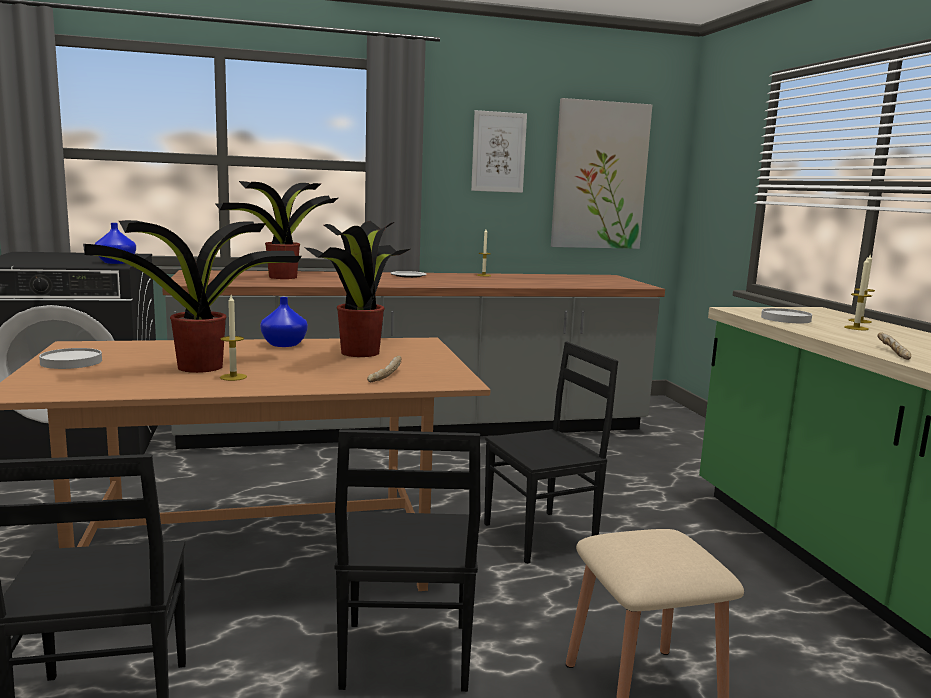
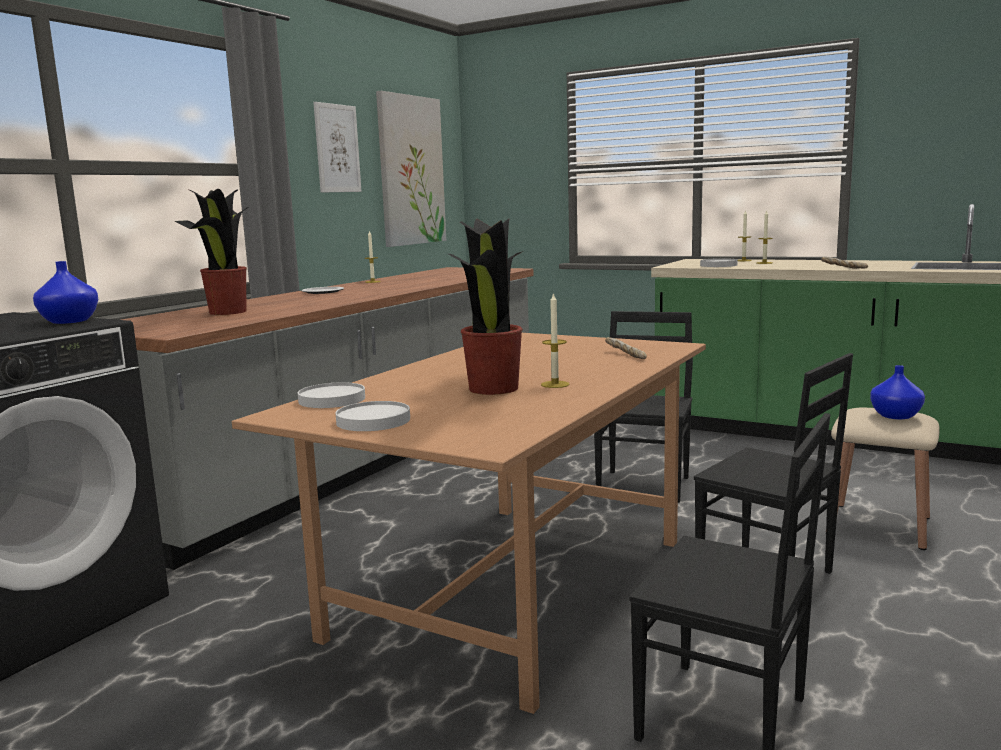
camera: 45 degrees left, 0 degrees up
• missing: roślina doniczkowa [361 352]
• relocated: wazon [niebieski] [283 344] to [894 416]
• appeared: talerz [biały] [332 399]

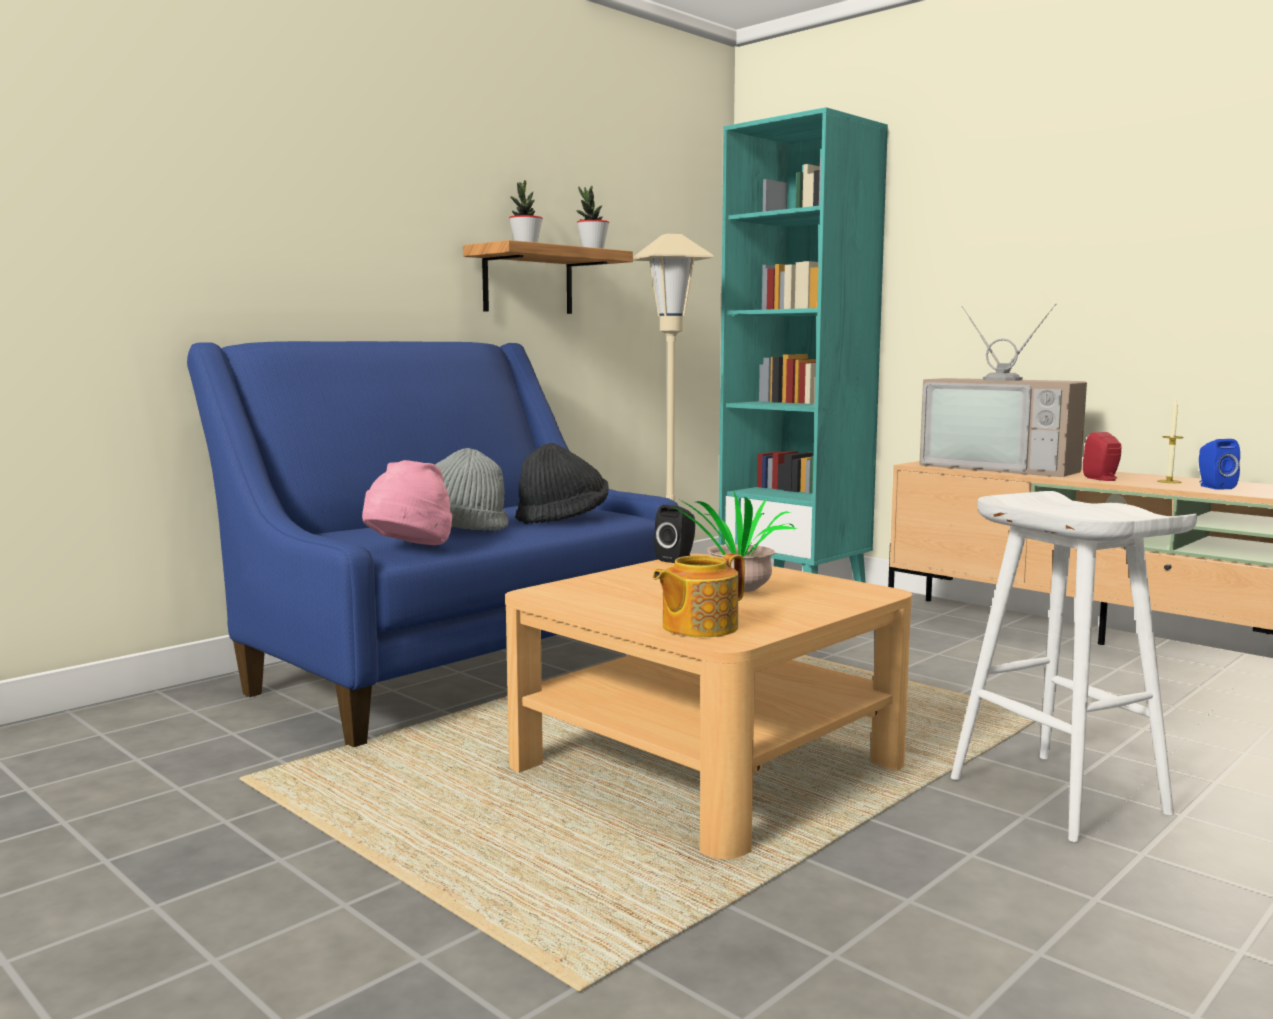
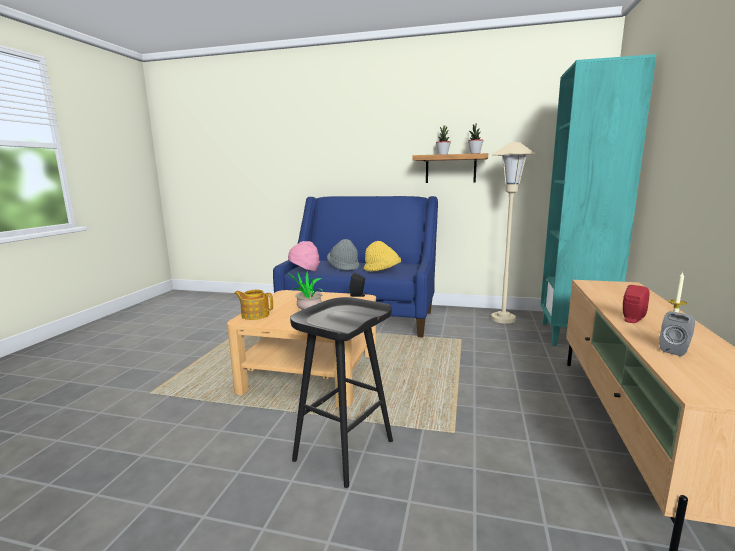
camera: 60 degrees right, 5 degrees up
• missing: telewizor [1003 468]
• colour: głośnik [niebieski] [1214 487] to głośnik [szary] [675 350]
• colour: kapelusz [czarny] [562 519] to kapelusz [żółty] [382 271]
• colour: stołek [biały] [1054 794] to stołek [czarny] [344 449]

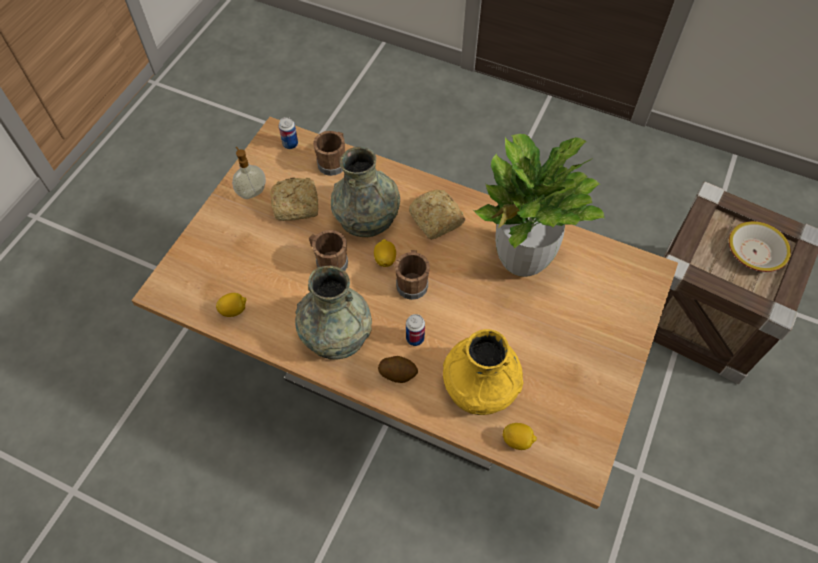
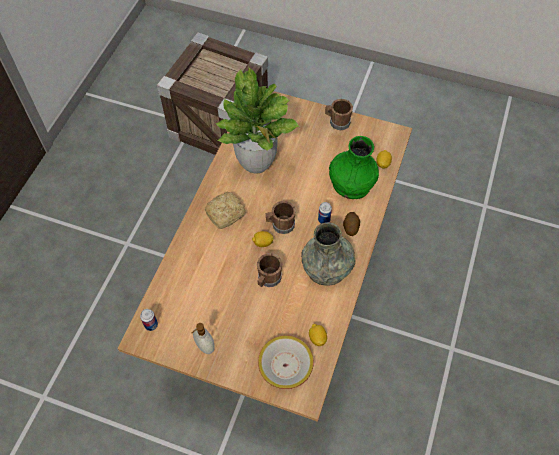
camera: 95 degrees left, 0 degrees up
• relocated: kubek [brązowy] [333 162] to [337 122]
• missing: wazon [szary] [367 216]
• missing: chleb [297 205]
• relocated: miska [754 252] to [285 365]
• colour: wazon [żółty] [479 385] to wazon [zielony] [351 183]

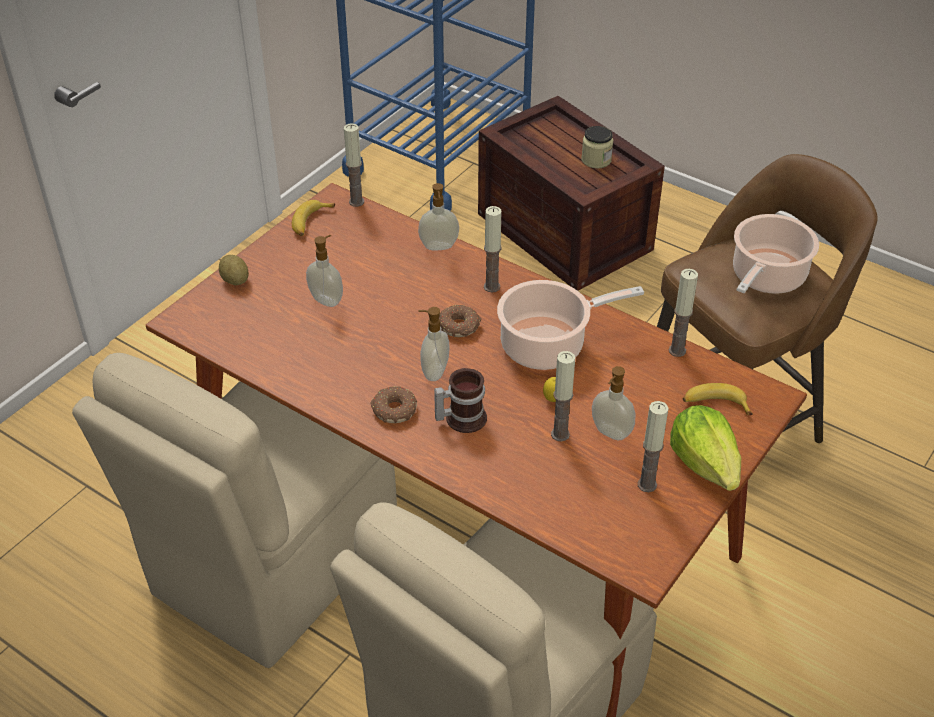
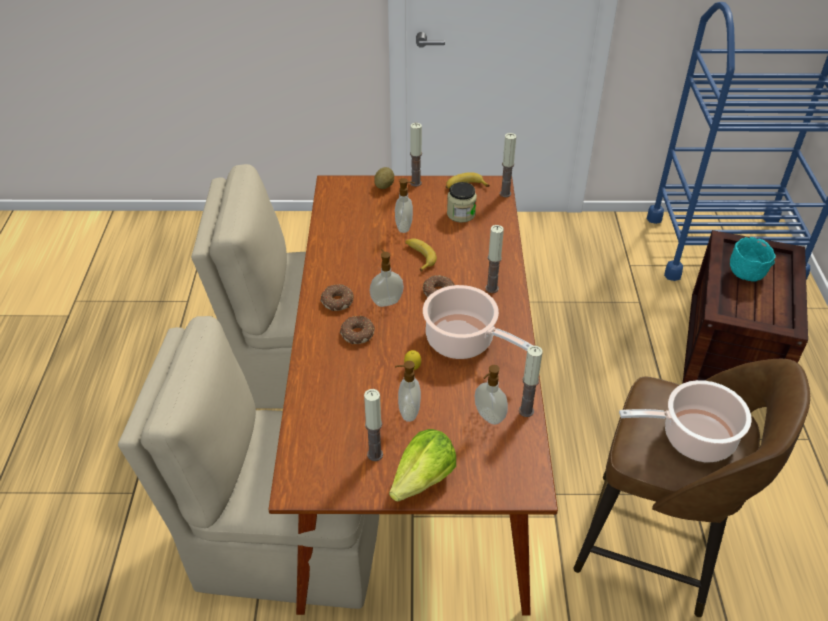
camera: 55 degrees right, 0 degrees up
• relocated: słoik [596 160] to [461 214]
• relocated: dozownik mydła [439 247] to [488 417]
• relocated: świeca [560 434] to [415 183]
• exchanged: kubek [461 417] to donut [357 333]
• relocated: banan [715 404] to [419 257]
• appeared: miska [turkusowy] [745 275]

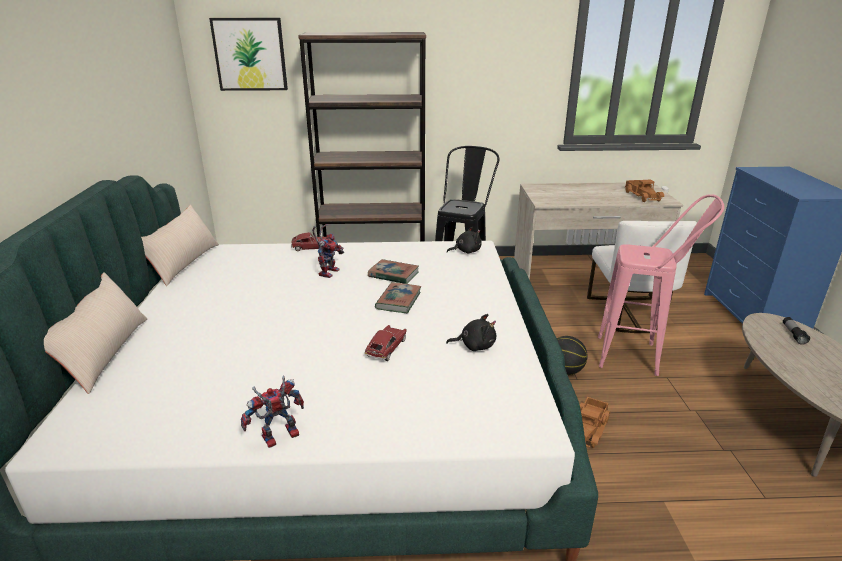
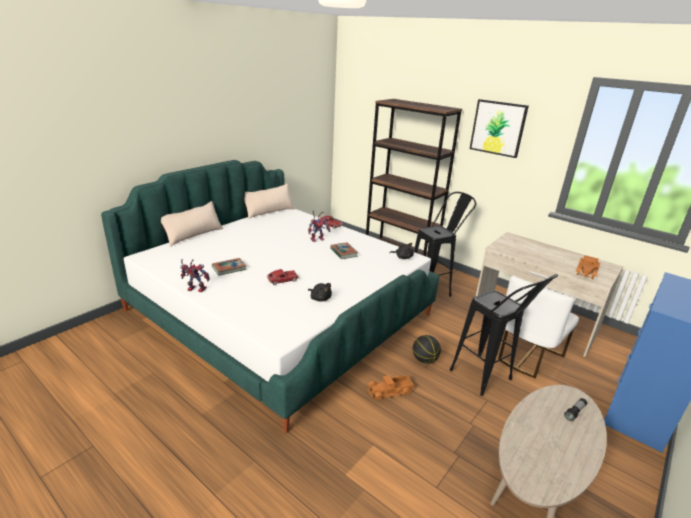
camera: 40 degrees right, 0 degrees up
• relocated: obraz [250 54] to [498 128]
• colour: stołek [różowy] [639 357] to stołek [czarny] [487 380]
• relocated: książka [398 301] to [229 268]

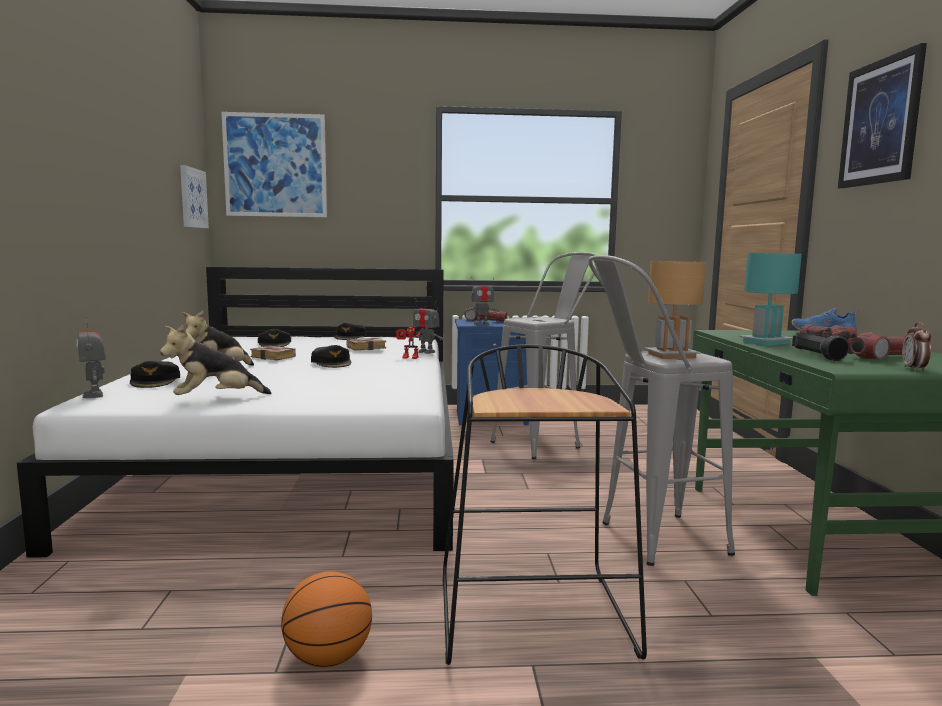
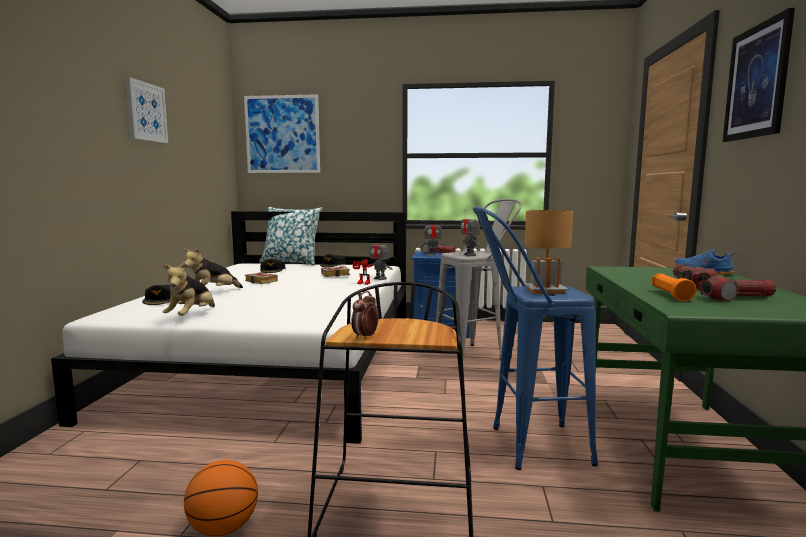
camera: 10 degrees right, 0 degrees up
• relocated: obraz [192 198] to [146 112]
• missing: lampa stołowa [turkusowy] [766 342]
• colour: stołek [szary] [647 541] to stołek [niebieski] [524 446]
• relocated: robot zabawkowy [94 395] to [469 255]
• relocated: budzik [914 369] to [365 337]
• spun: pluszak [216 399] = [192 316] 60 degrees counterclockwise
• colour: latarka [czarny] [817 356] to latarka [pomarańczowy] [670 295]
• missing: czapka z daszkiem [czarny] [332 363]
• appeared: poduszka [291 262]

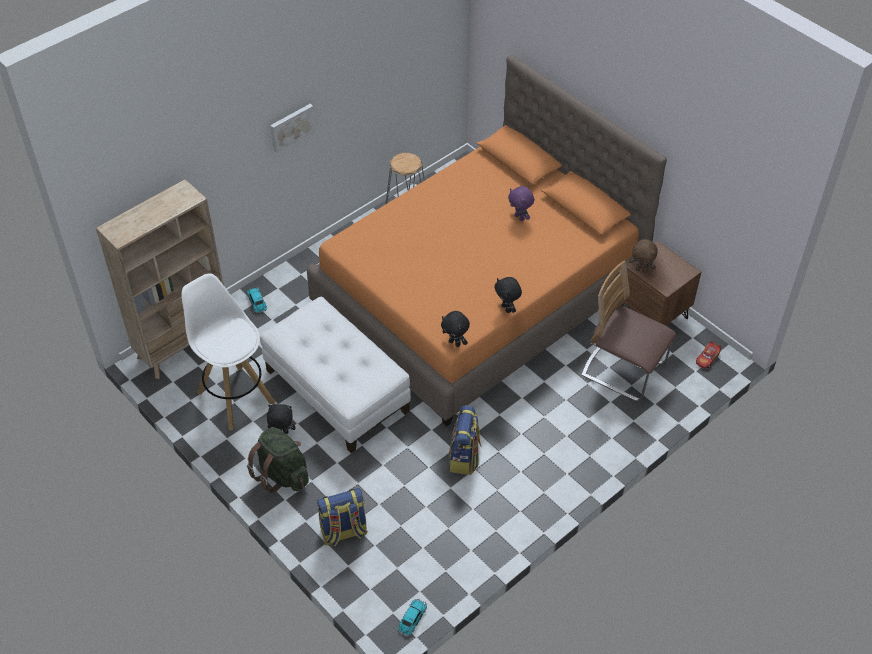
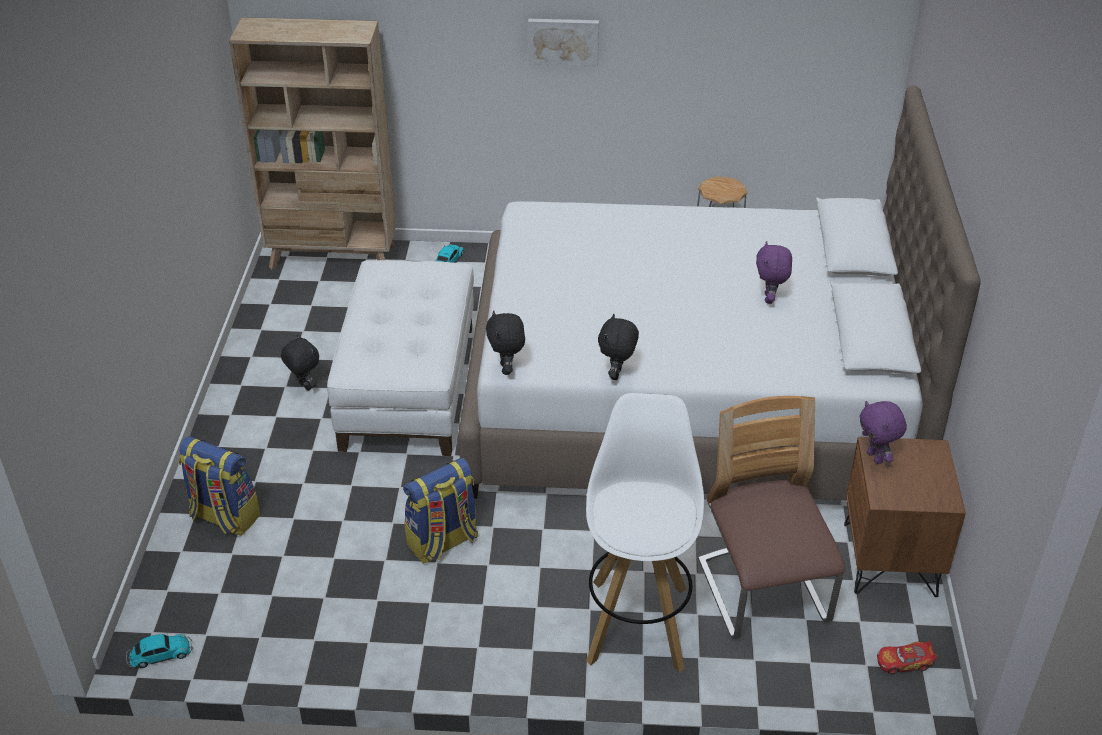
camera: 45 degrees right, 10 degrees down
• colour: łóżko [pomarańczowy] [479 295] to łóżko [biały] [689 397]
• colour: pluszak [brązowy] [641 270] to pluszak [fioletowy] [875 457]
• relocated: stołek [biały] [235 396] to [637 622]
• missing: plecak [zielony] [282 474]

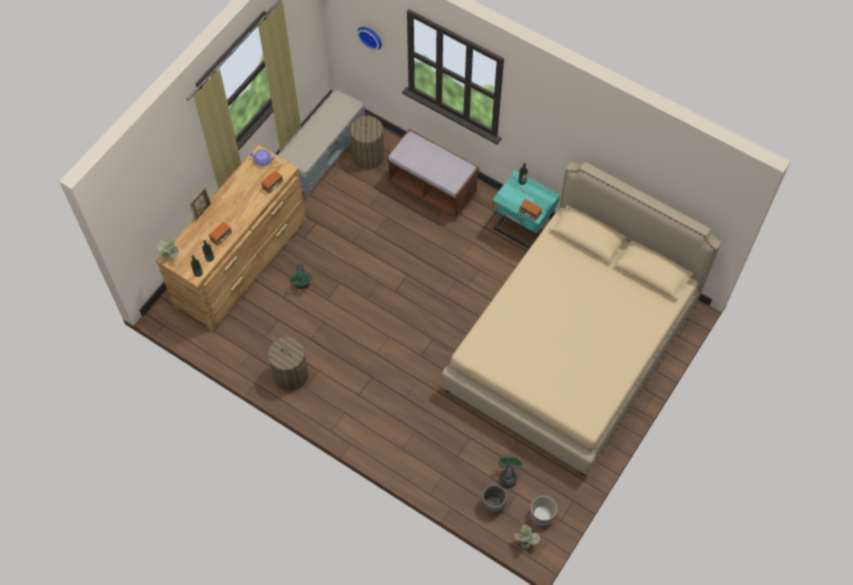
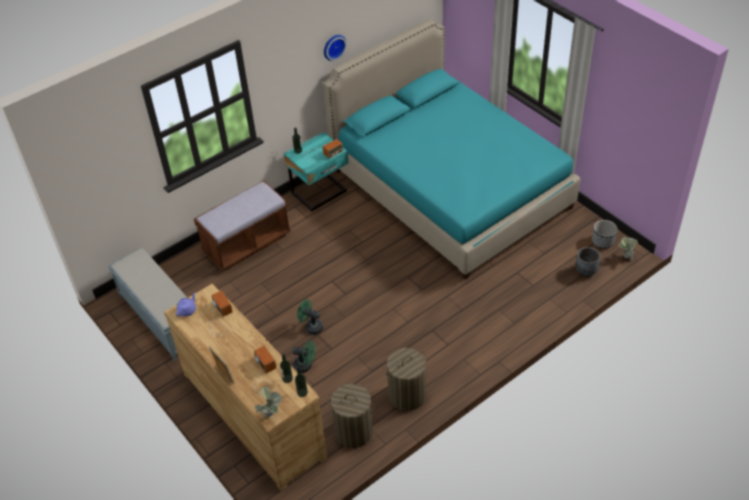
camera: 70 degrees left, 15 degrees down
• relocated: zegar ścienny [371 36] to [333 46]
• relocated: kosz na pranie [368 156] to [353 432]
• colour: łóżko [beżowy] [571 347] to łóżko [turkusowy] [450 189]
• relocated: wentylator [zielony] [507 476] to [311 327]

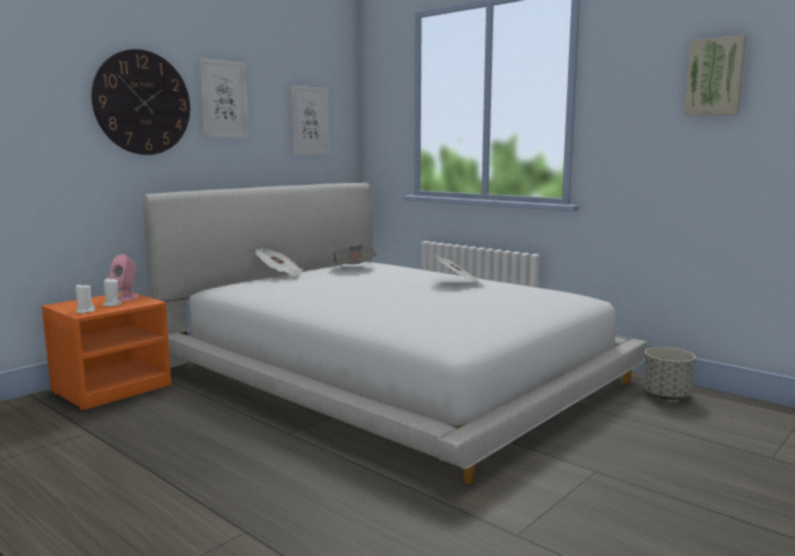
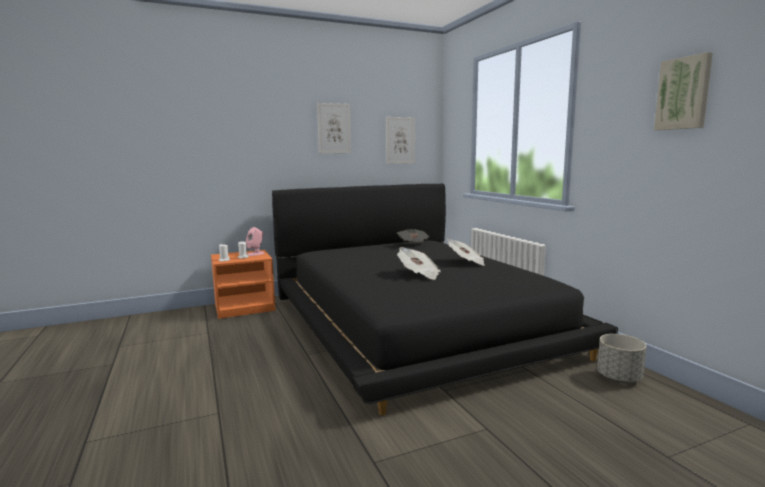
camera: 25 degrees right, 0 degrees up
• missing: zegar ścienny [142 103]
• colour: łóżko [biały] [390 372] to łóżko [czarny] [413 322]
• relocated: gazeta [280 275] to [419 275]

